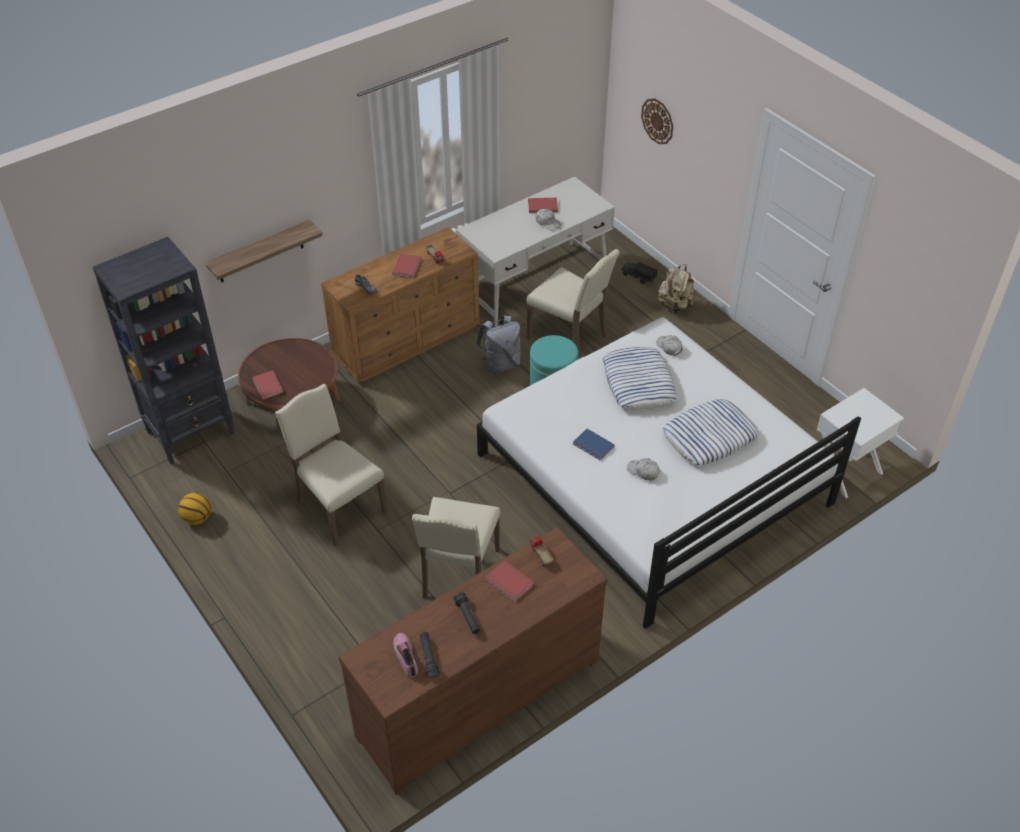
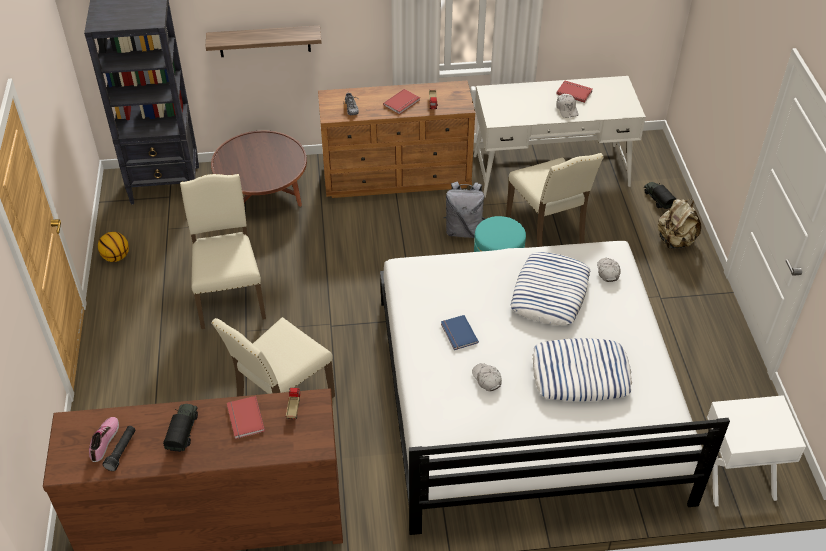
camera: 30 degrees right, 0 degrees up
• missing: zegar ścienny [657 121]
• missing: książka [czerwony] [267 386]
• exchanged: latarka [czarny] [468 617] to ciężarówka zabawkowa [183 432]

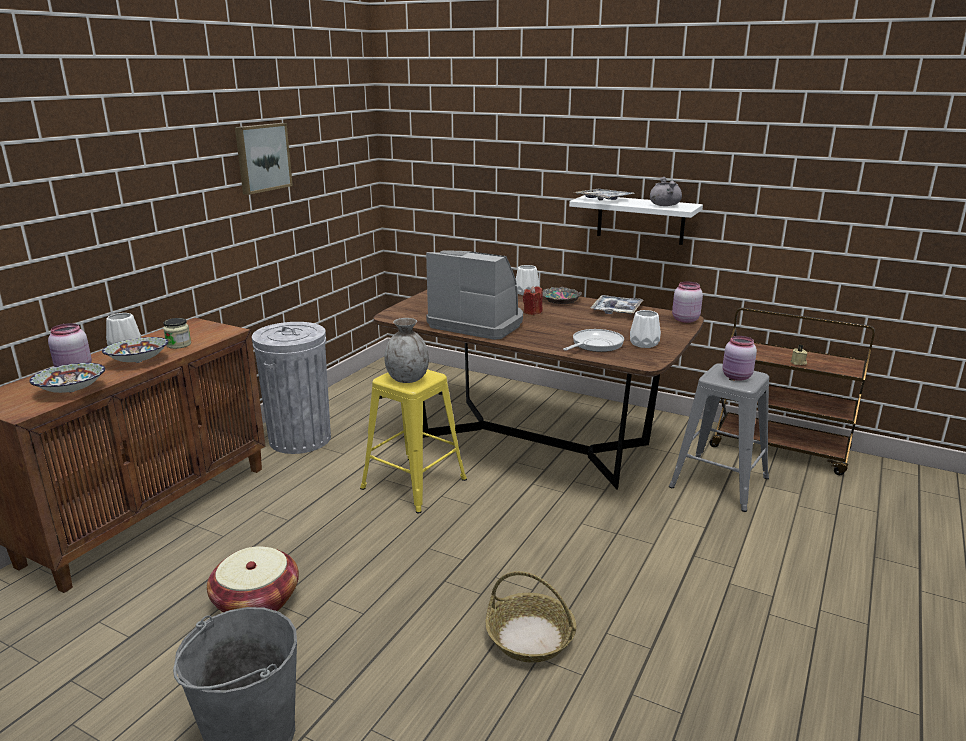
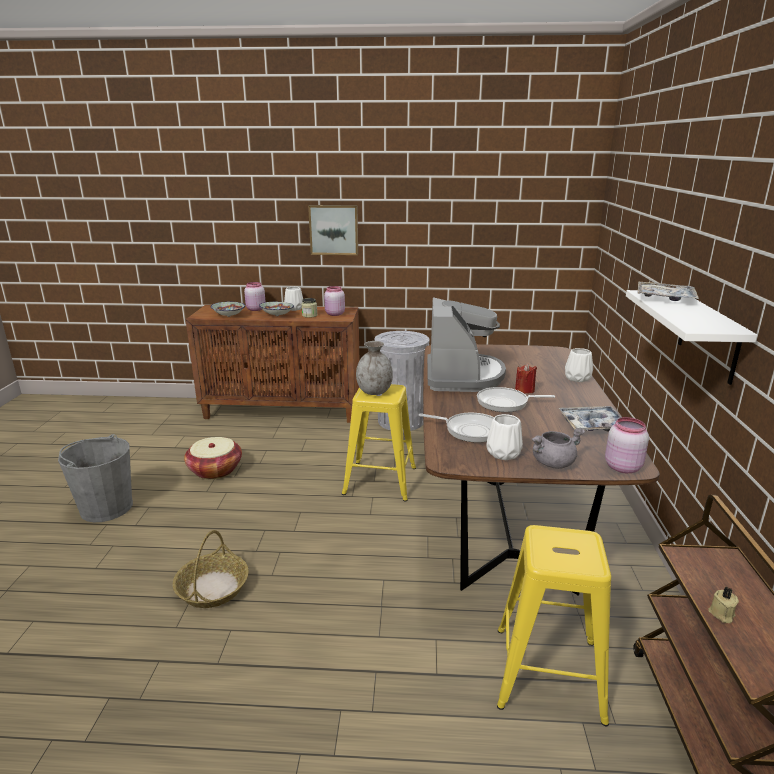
camera: 65 degrees right, 0 degrees up
• relocated: obraz [262 157] to [334 229]
• relocated: garnek [szary] [664 205] to [553 463]
• missing: miska [560 300]
• relocated: słoik [różowy] [737 377] to [334 314]
• colour: stołek [szary] [720 483] to stołek [żółty] [547 673]
• appeared: patelnia [505 403]

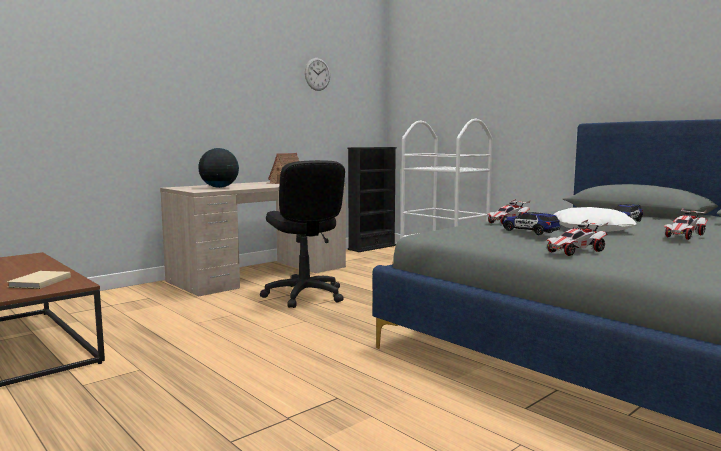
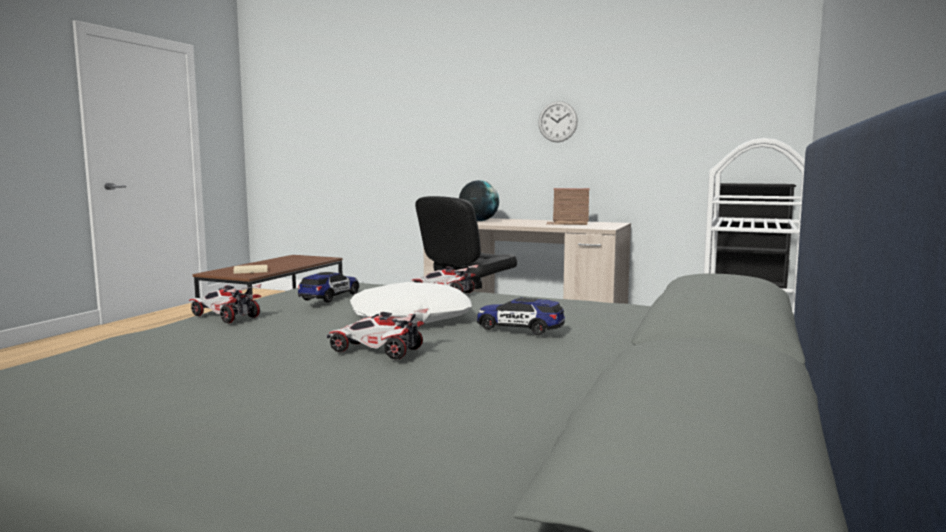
camera: 65 degrees right, 0 degrees up
• relocated: zegar ścienny [317 74] to [557 121]

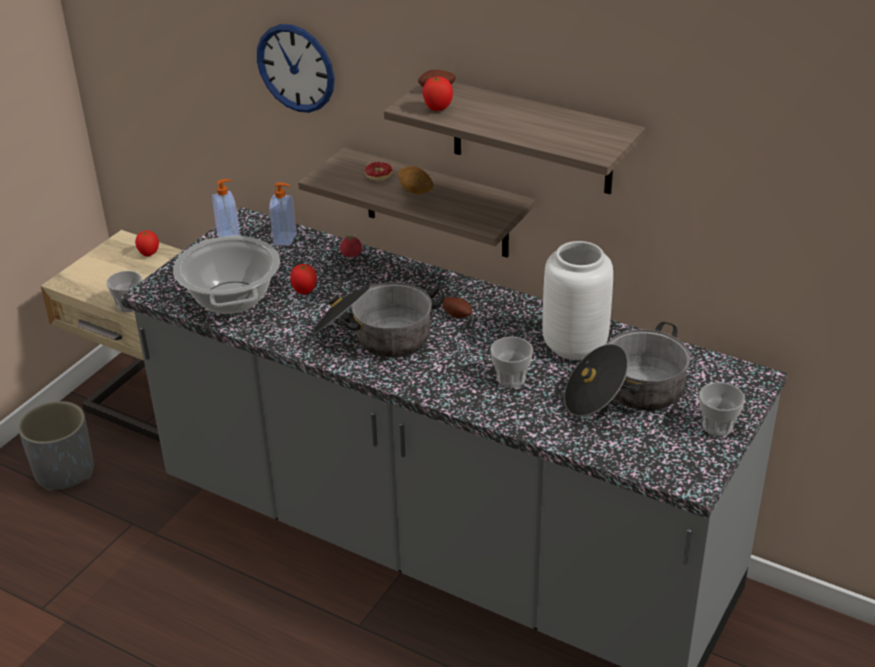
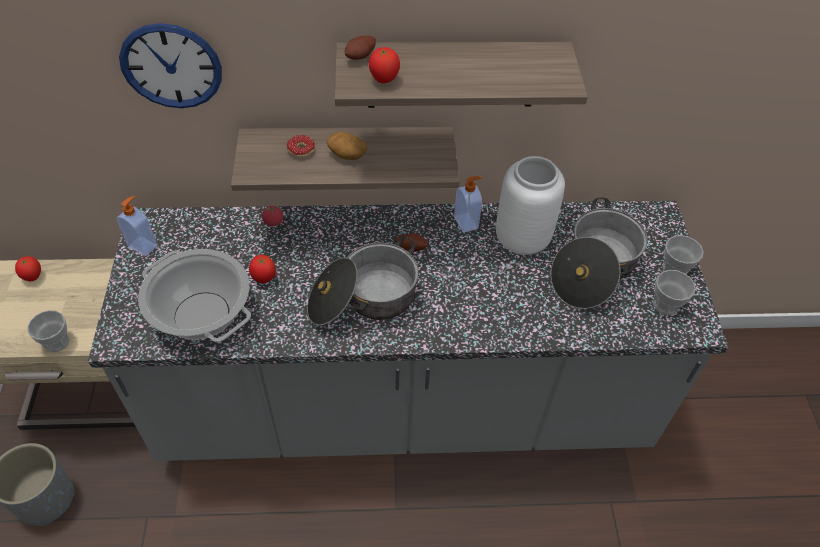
camera: 35 degrees left, 15 degrees up
• relocated: dozownik mydła [285 239] to [466 222]
• relocated: filiżanka [511 379] to [666 305]

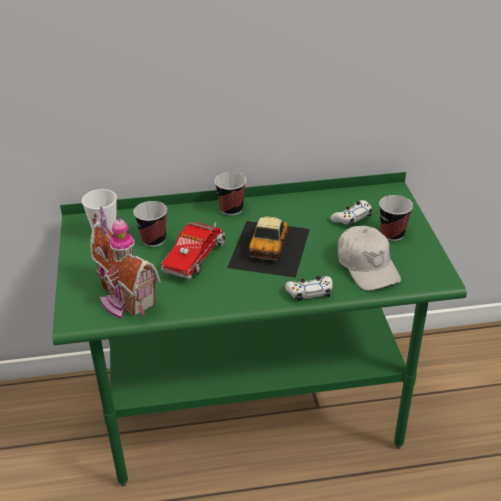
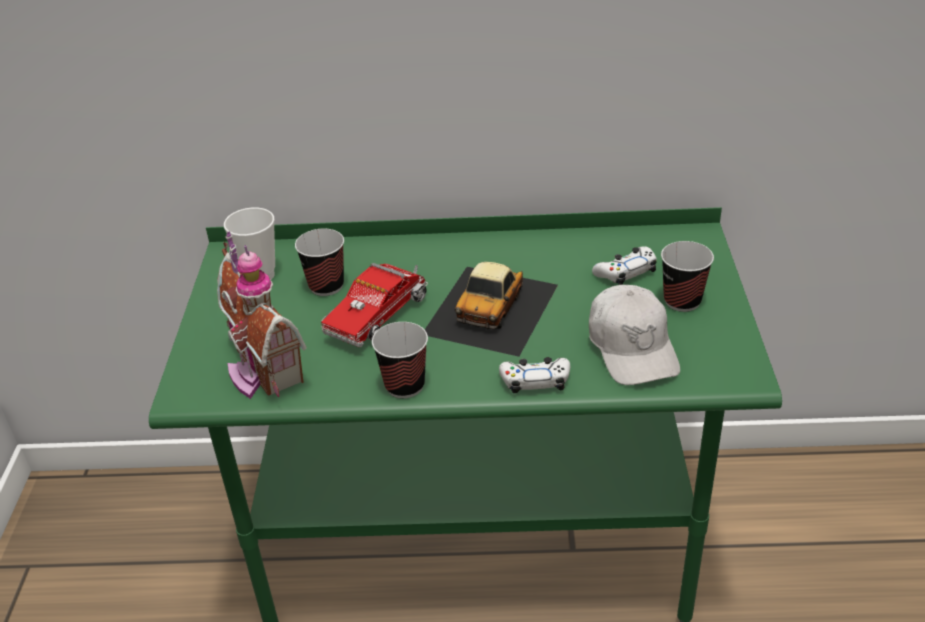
camera: 10 degrees right, 0 degrees up
• relocated: filiżanka [231 209] to [404 385]

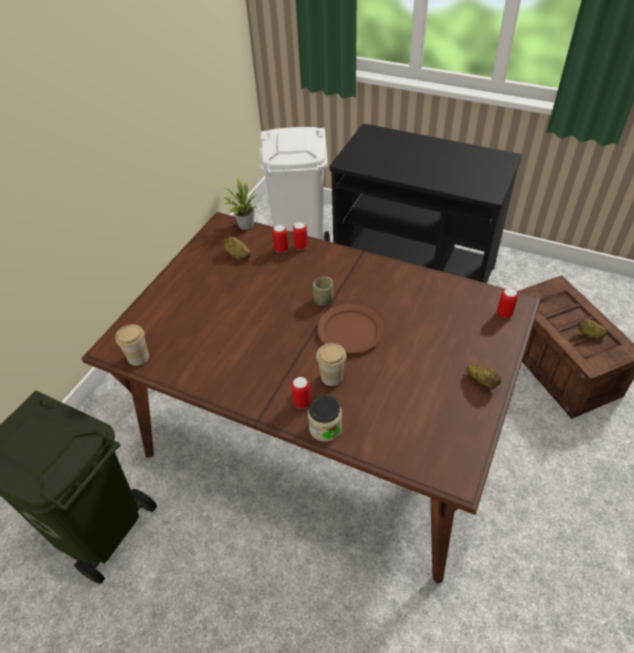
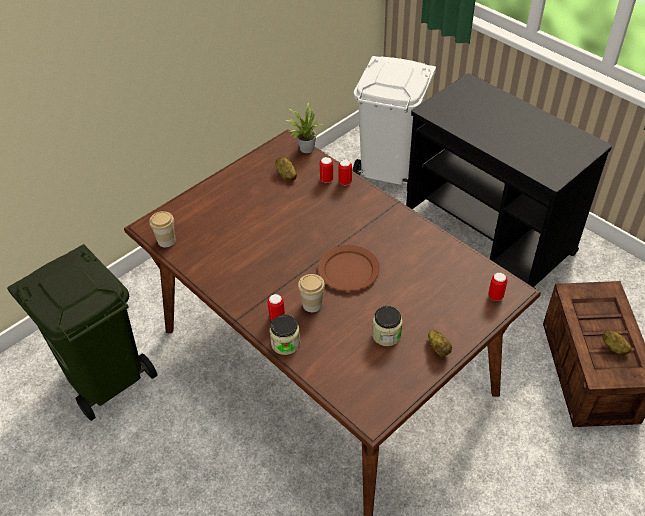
camera: 20 degrees right, 0 degrees up
• missing: filiżanka [323 300]
• appeared: słoik [386 335]

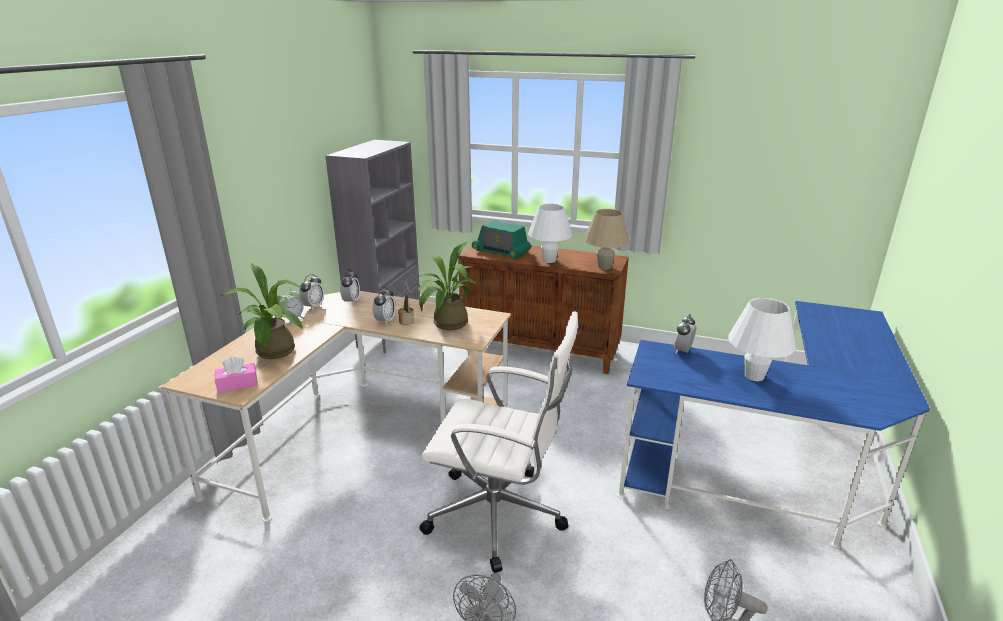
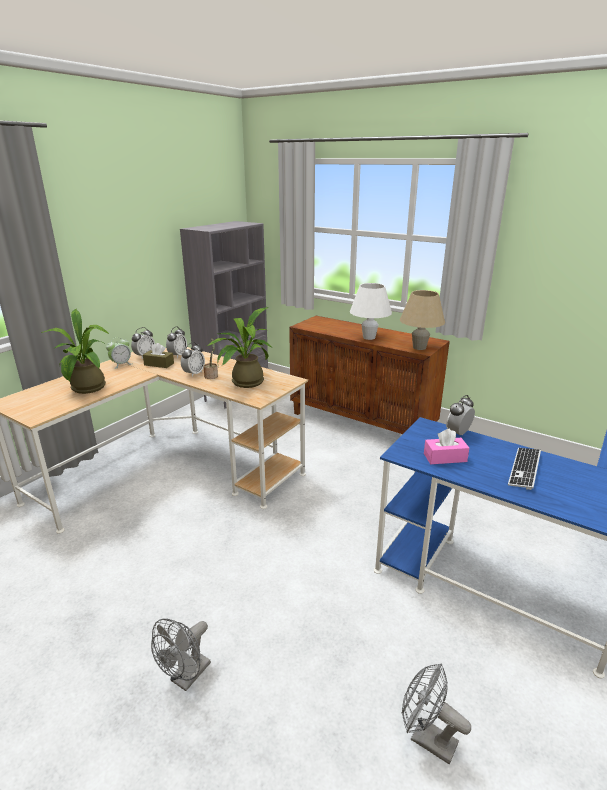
camera: 15 degrees right, 0 degrees up
• missing: radio [501 251]
• exchanged: lampa stołowa [biały] [754 376] to klawiatura [524 469]
• missing: krzesło biurowe [biały] [499 515]
• relocated: pudełko chusteczek [różowy] [237 384] to [445 457]
• appeared: pudełko chusteczek [brązowy] [159 364]

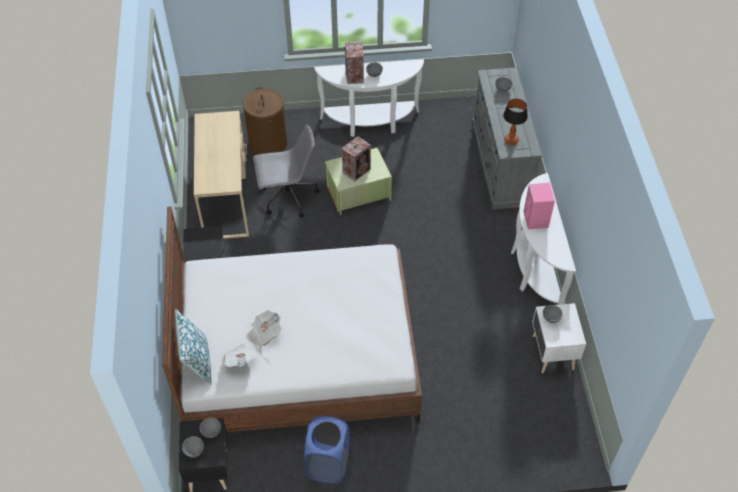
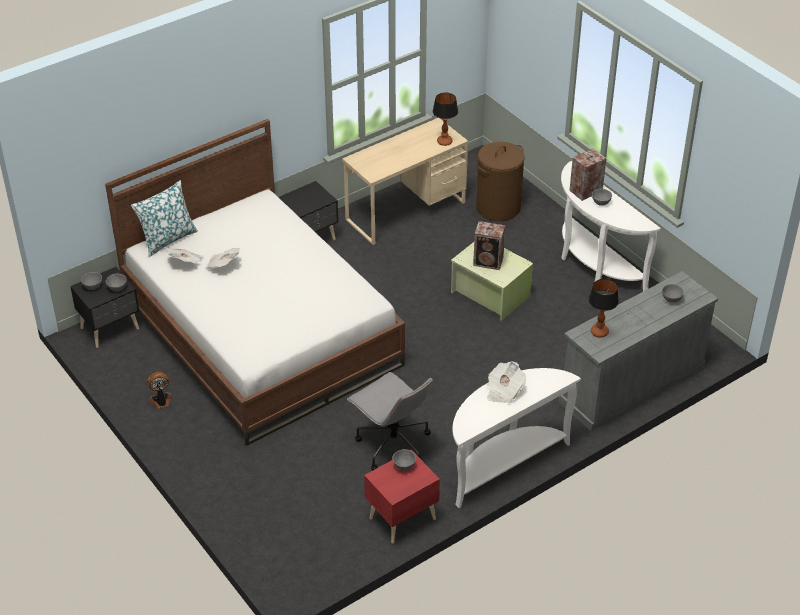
camera: 60 degrees right, 10 degrees down
• relocated: krzesło biurowe [szary] [288 197] to [392 445]
• exchanged: głośnik [różowy] [536 220] to gazeta [503 391]
• colour: szafka nocna [biały] [552 353] to szafka nocna [czerwony] [401 518]
• exchanged: kosz na pranie [niebieski] [328 464] to wentylator [161 401]
• appeared: lampa stołowa [444 142]

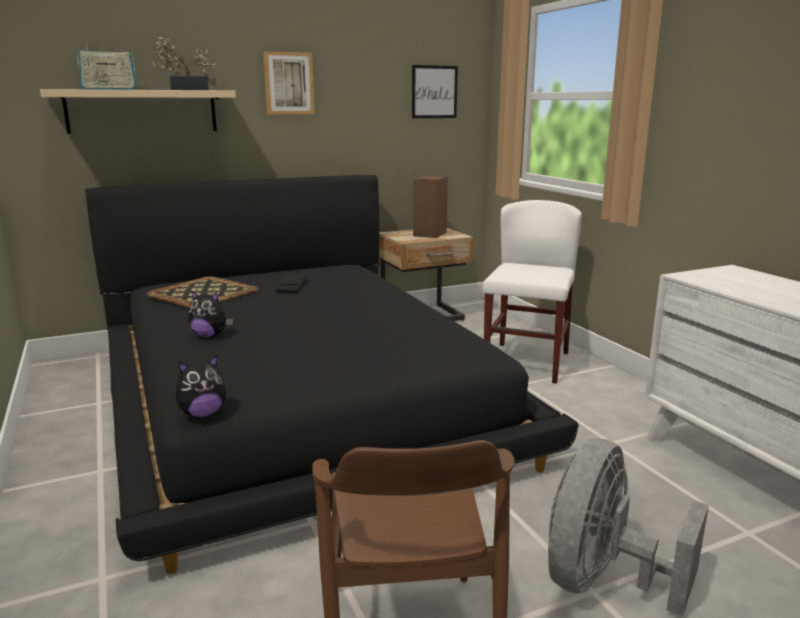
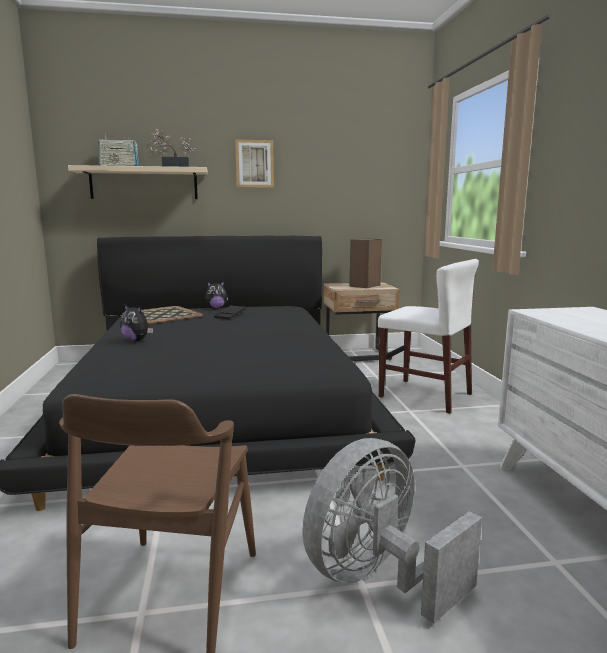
camera: 15 degrees right, 5 degrees down
• missing: obraz [434 92]
• spun: krzesło [biały] [526 362] = [425 395] 90 degrees clockwise
• relocated: pluszak [202 414] to [216 308]

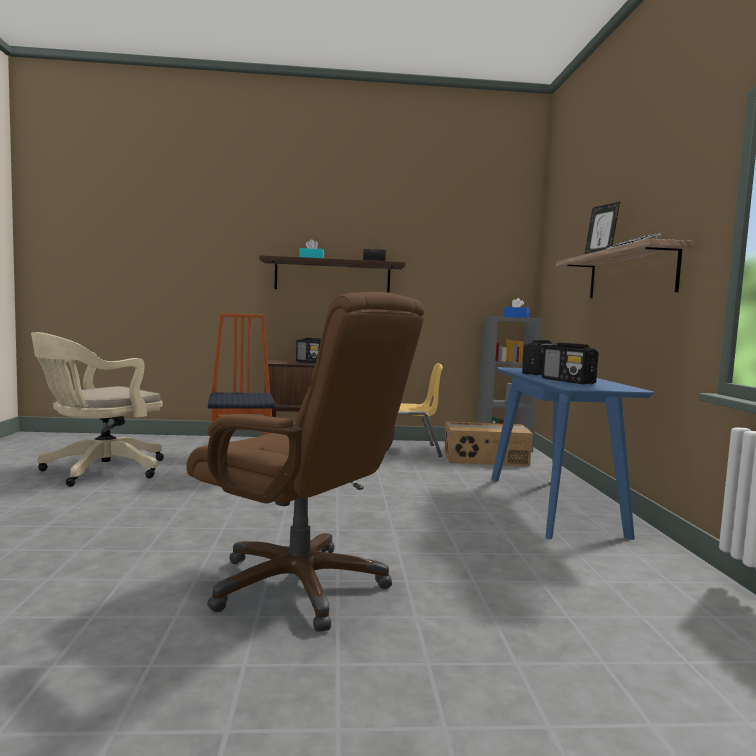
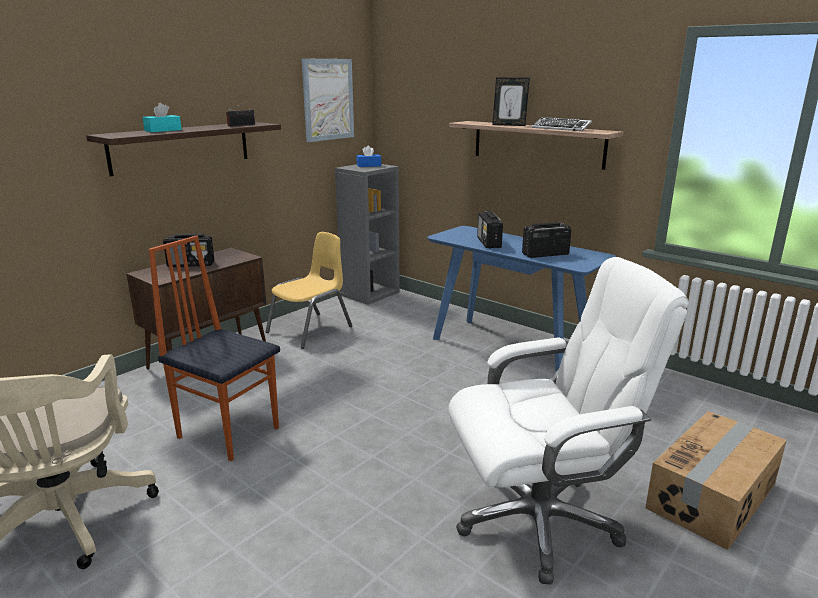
camera: 45 degrees left, 15 degrees up
• colour: krzesło biurowe [brązowy] [300 585] to krzesło biurowe [biały] [539 520]
• spun: radio [568 381] = [544 254] 150 degrees clockwise
• relocated: karton [485 458] to [713 496]
• appeared: obraz [328 99]

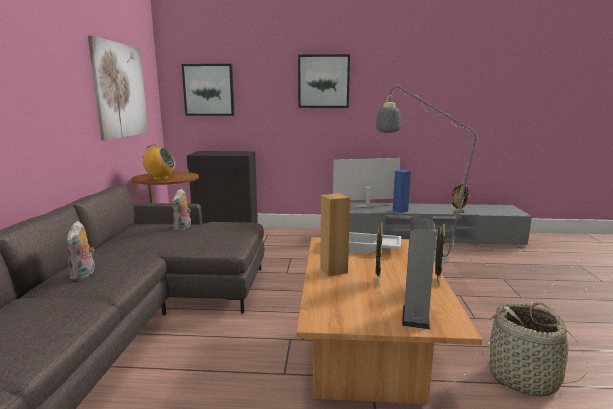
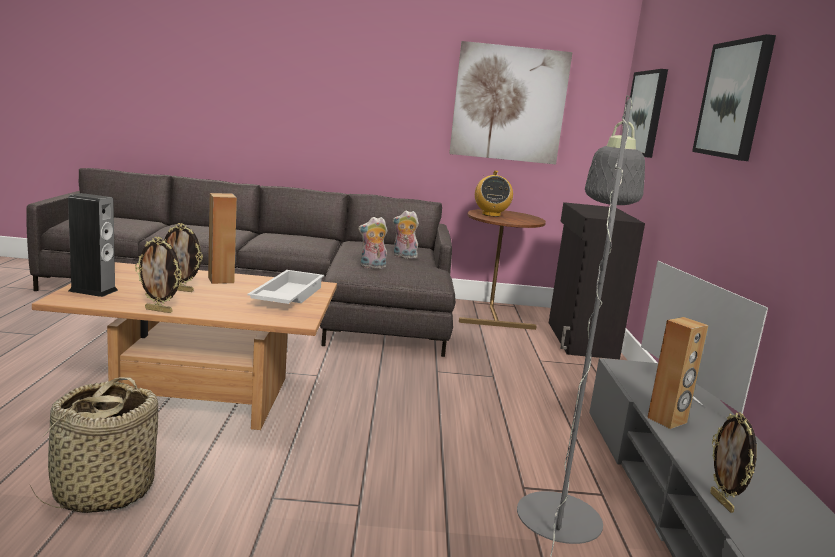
camera: 85 degrees right, 0 degrees up
• colour: głośnik [niebieski] [400 211] to głośnik [brązowy] [667 420]
• relocated: pluszak [84 275] to [372 267]

